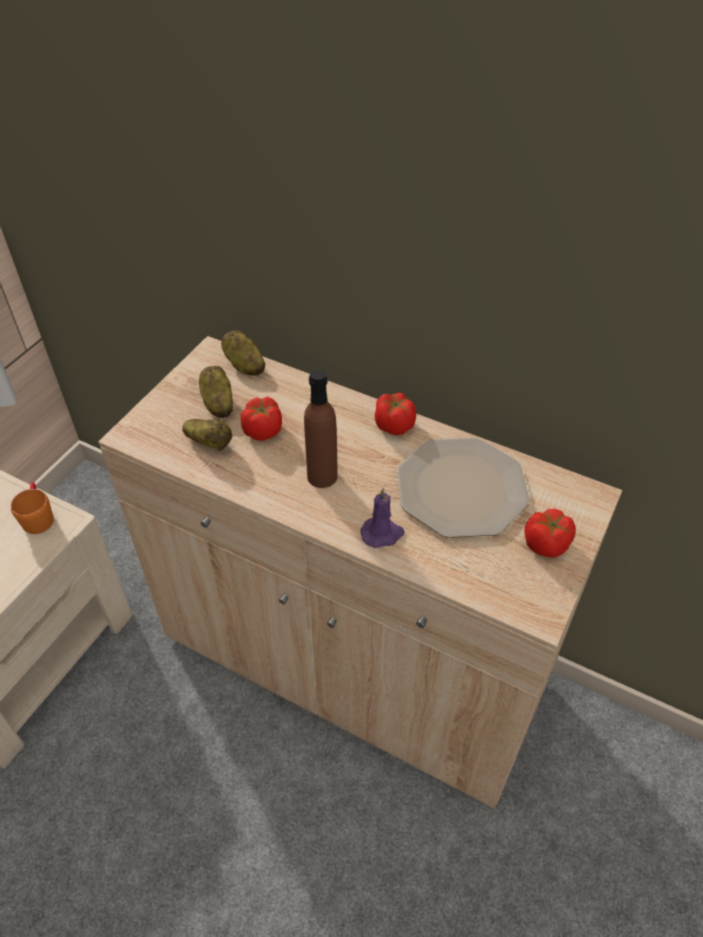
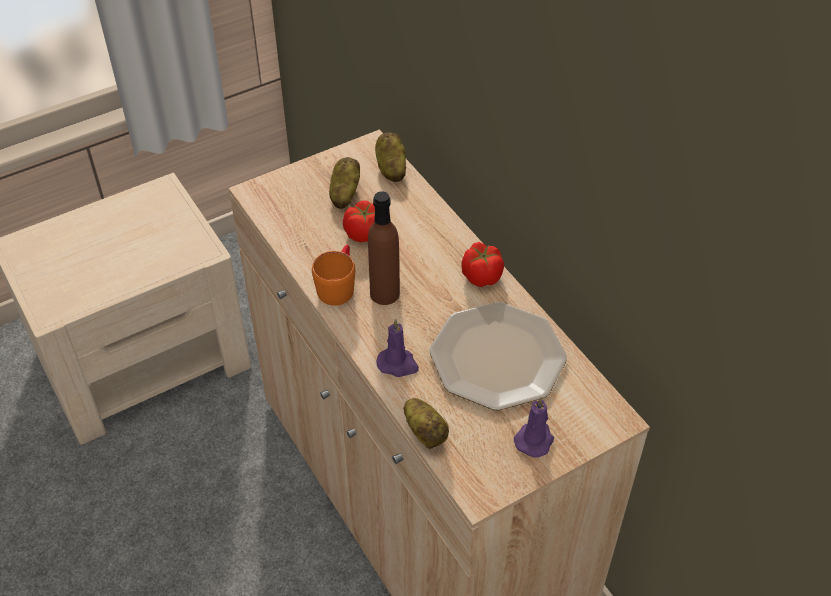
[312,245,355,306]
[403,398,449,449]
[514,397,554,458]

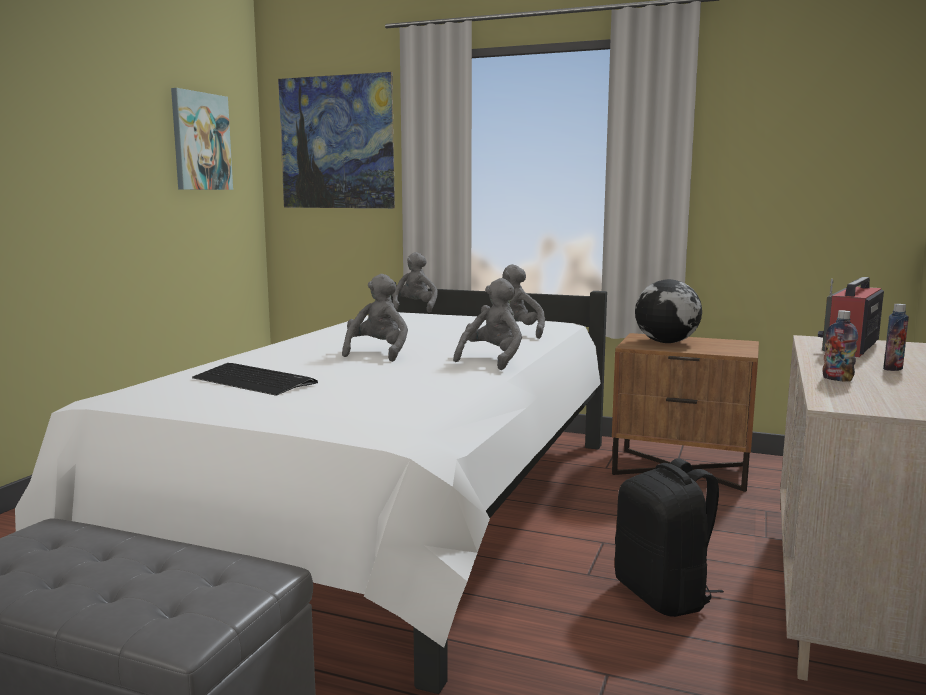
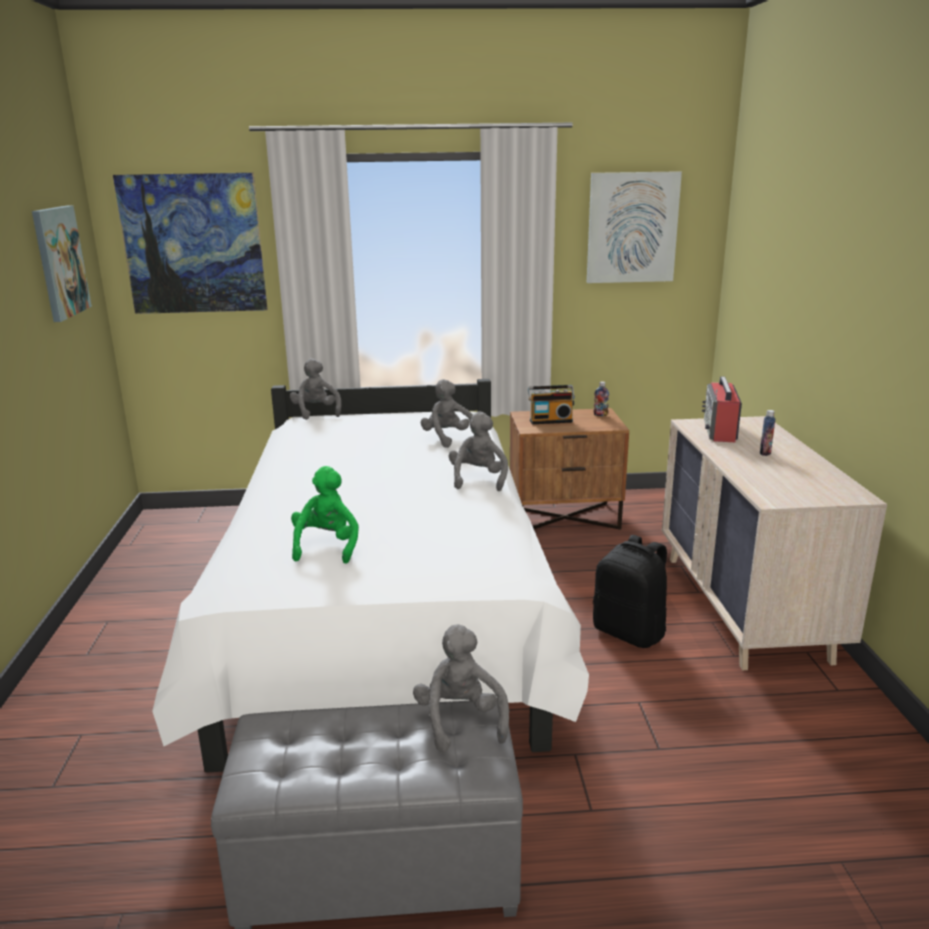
[291,466,359,564]
[413,624,509,753]
[528,385,575,424]
[593,381,609,416]
[587,171,682,283]

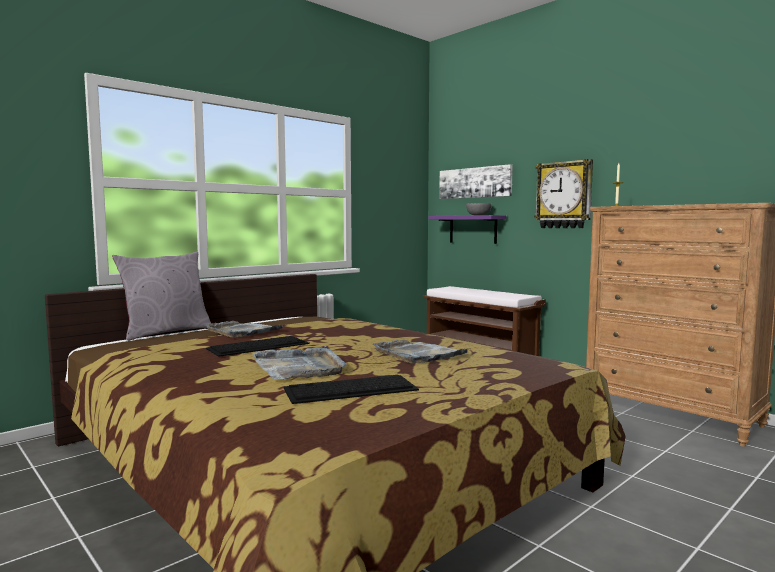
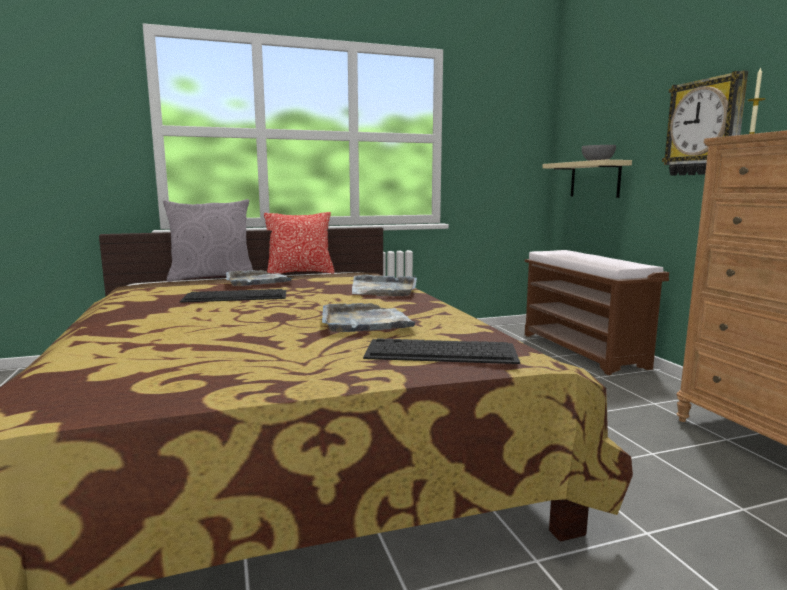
[352,275,417,296]
[363,338,520,364]
[542,160,632,198]
[439,164,513,199] (first image)
[264,212,335,274]

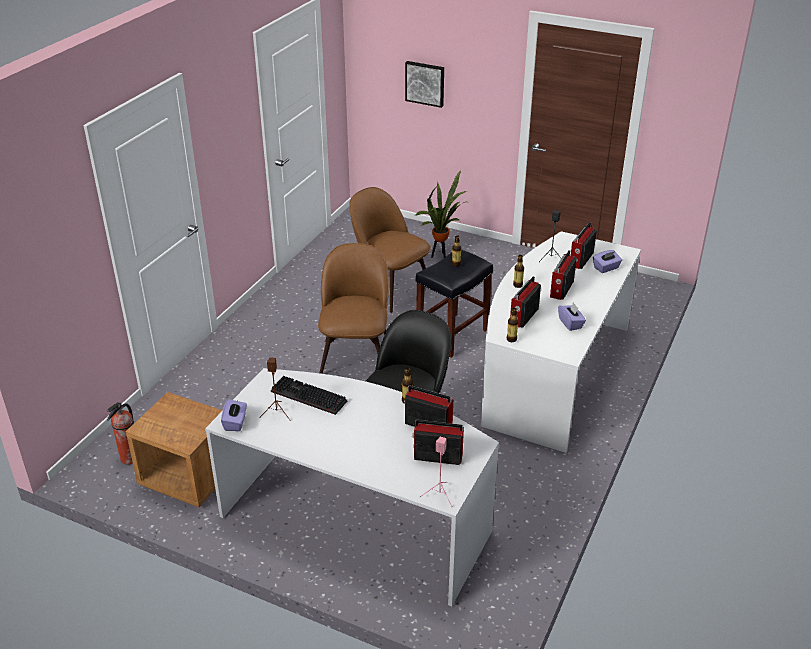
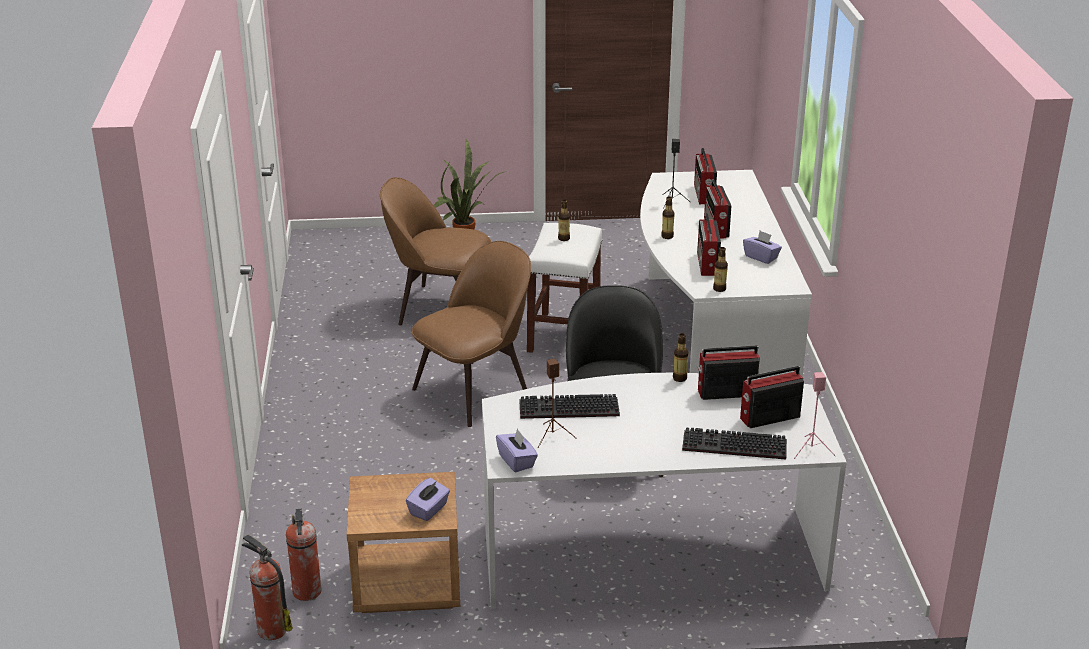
[412,241,531,427]
[405,61,444,108] (first image)
[527,223,603,353]
[406,478,450,521]
[242,534,293,640]
[682,428,787,460]

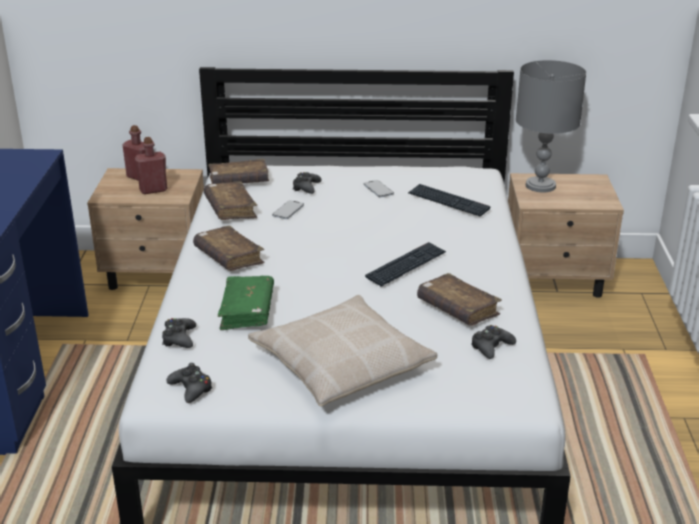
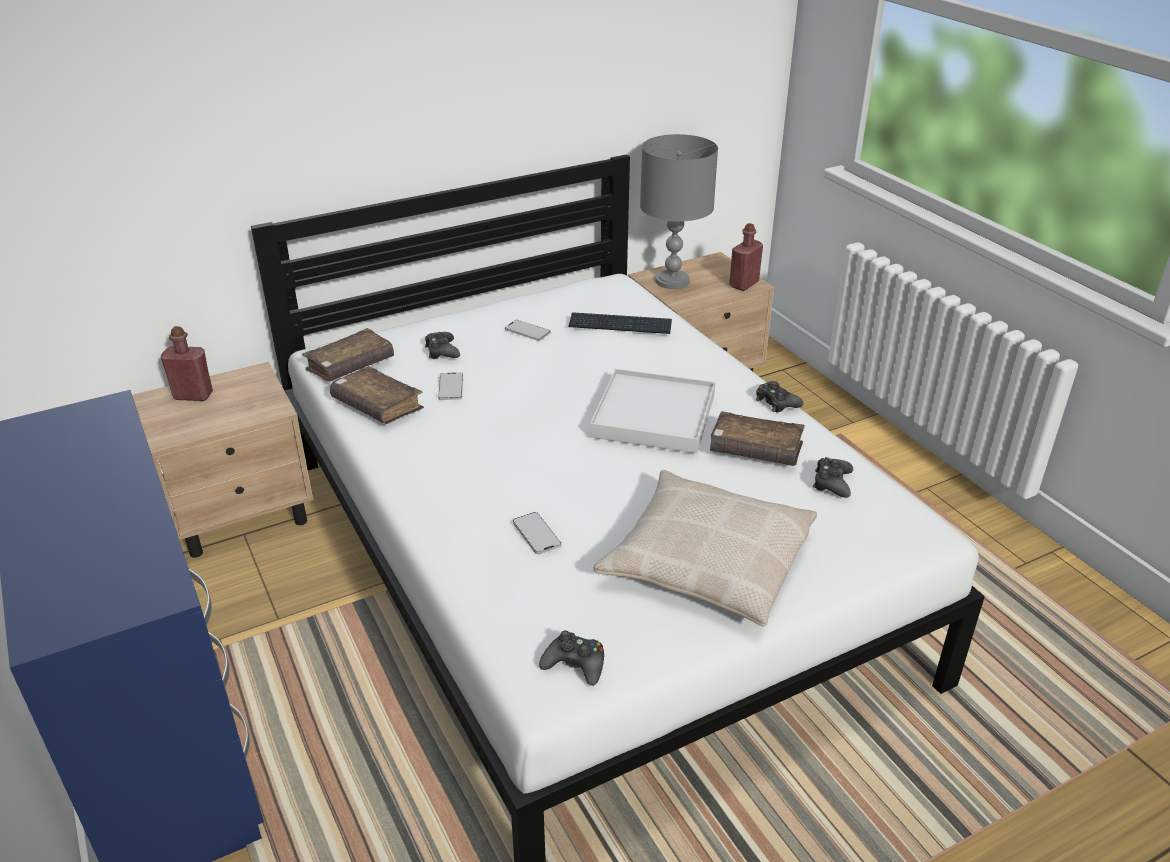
[729,223,763,291]
[756,381,804,413]
[193,226,265,271] (first image)
[513,512,561,554]
[590,369,715,453]

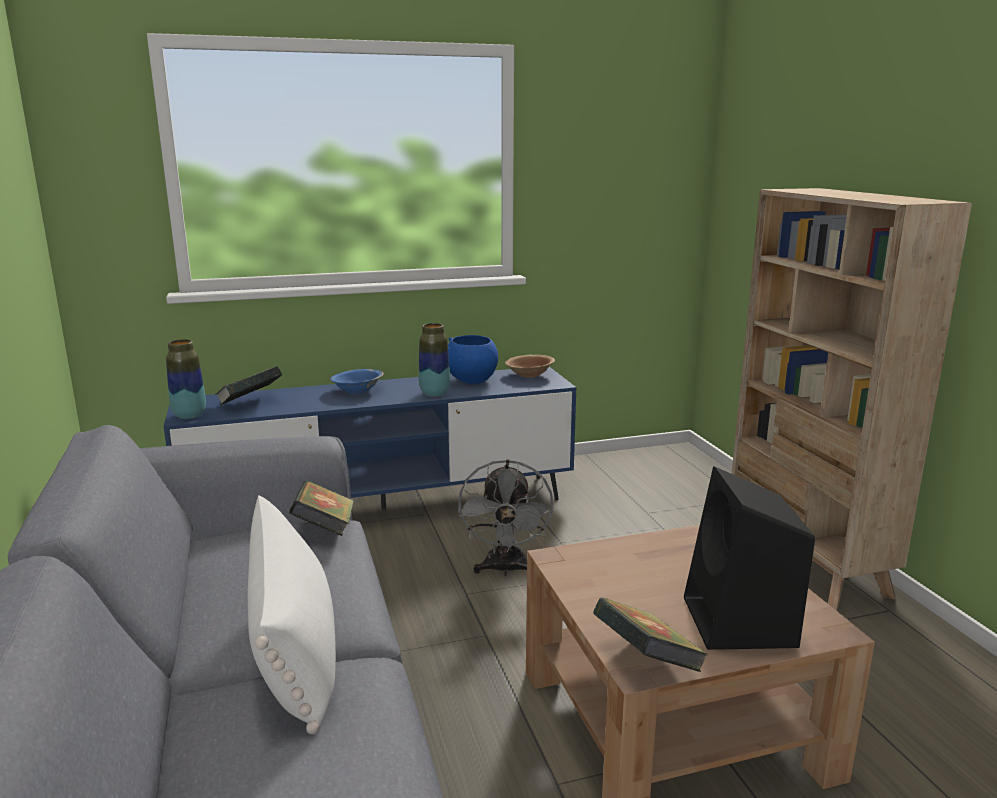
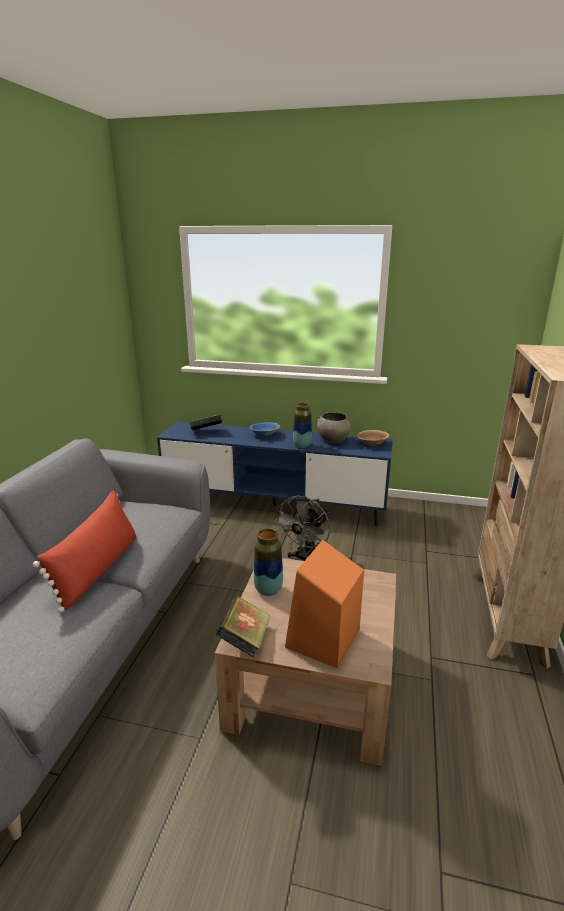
[254,529,283,596]
[33,490,136,613]
[289,480,354,536] (first image)
[317,412,351,444]
[285,540,364,668]

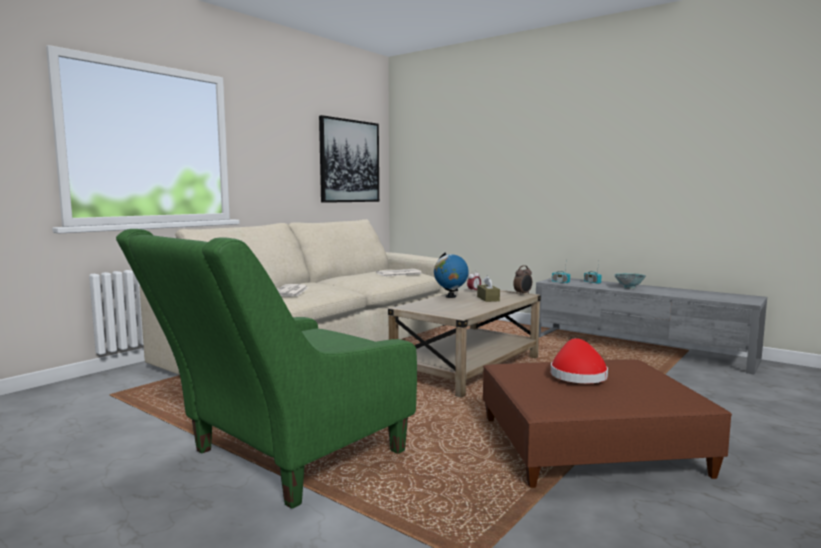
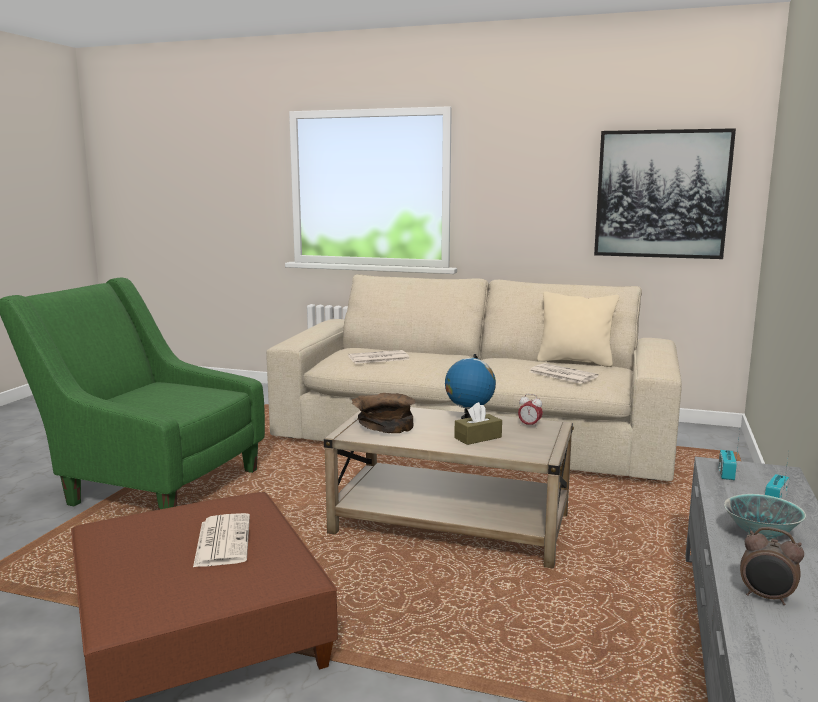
[740,527,804,605]
[193,513,250,567]
[352,393,416,433]
[537,291,619,367]

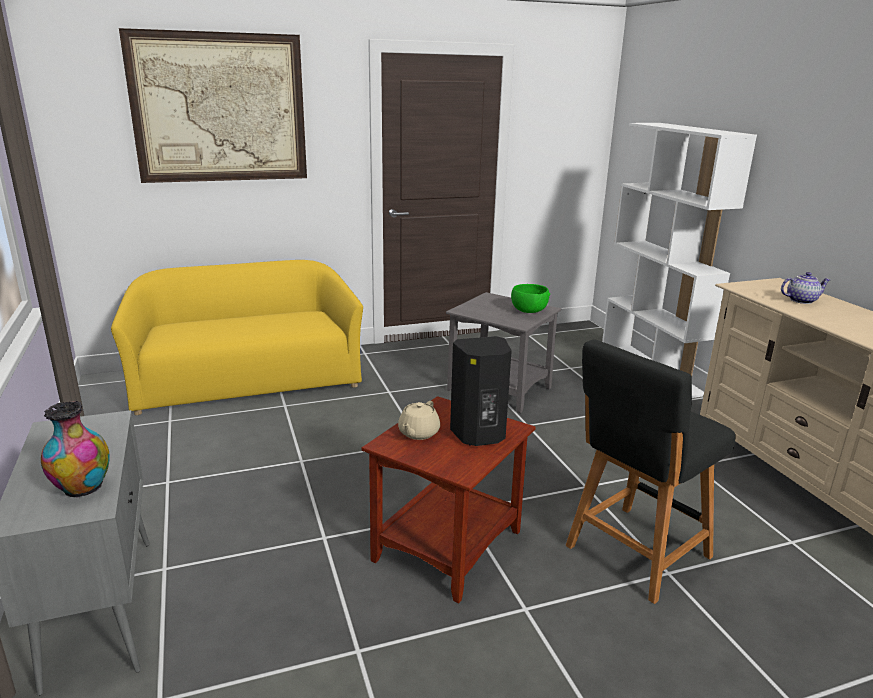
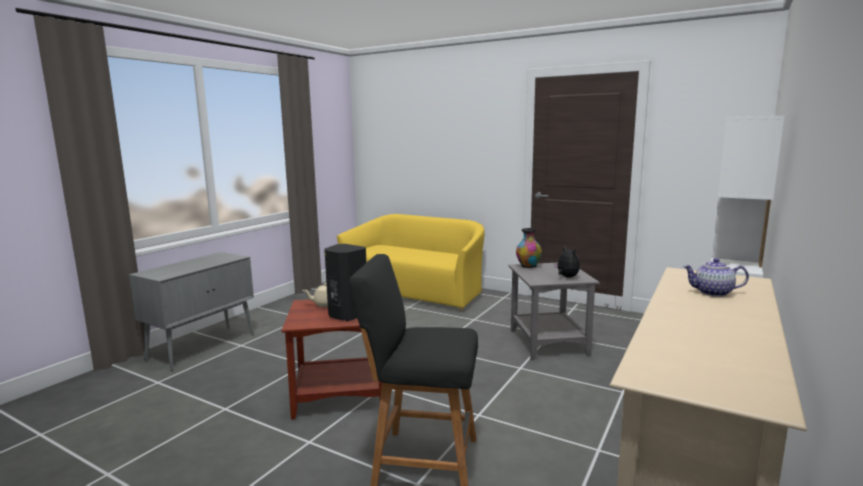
[516,228,542,268]
[119,28,307,183] (first image)
[554,246,580,278]
[683,258,749,297]

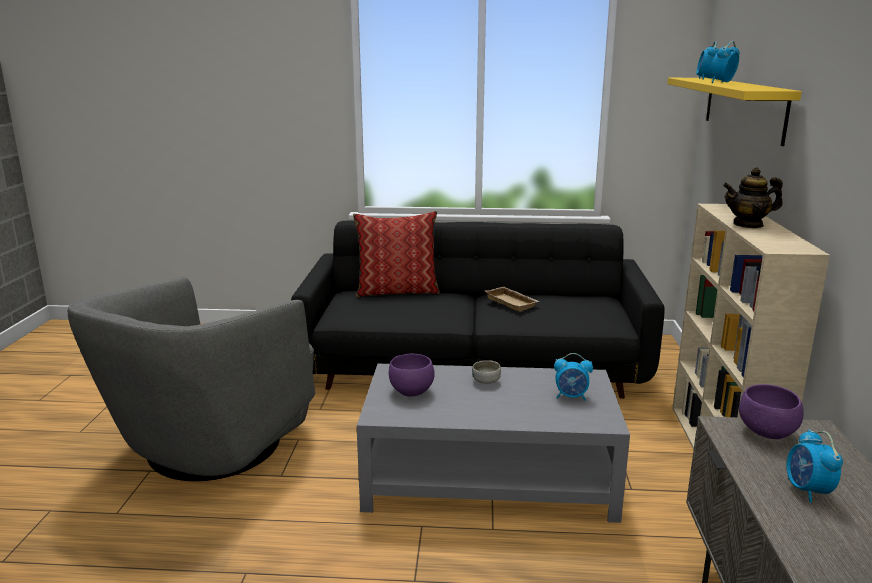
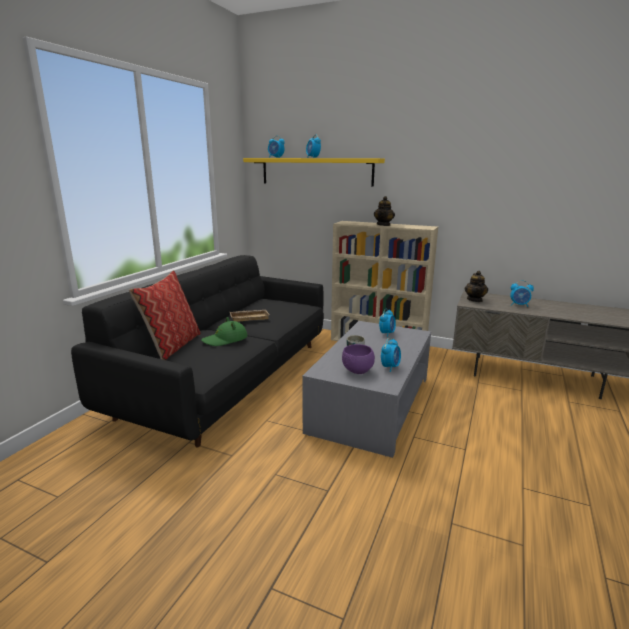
[68,277,315,481] (first image)
[464,271,488,302]
[201,317,248,346]
[381,338,401,372]

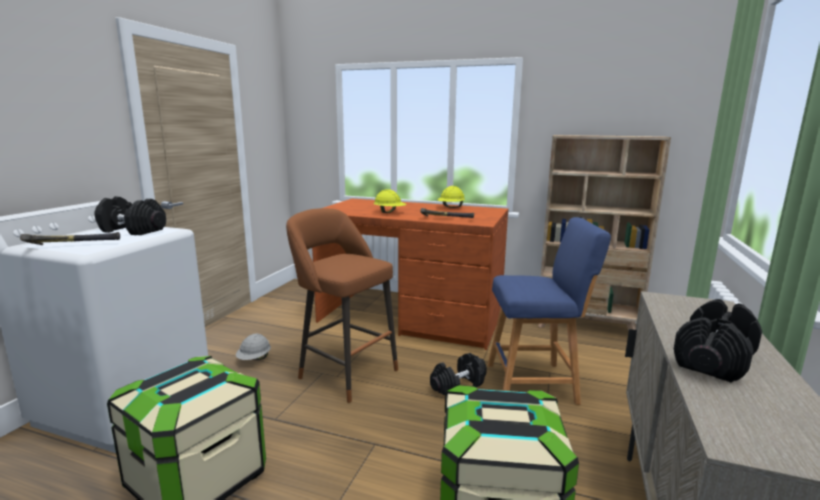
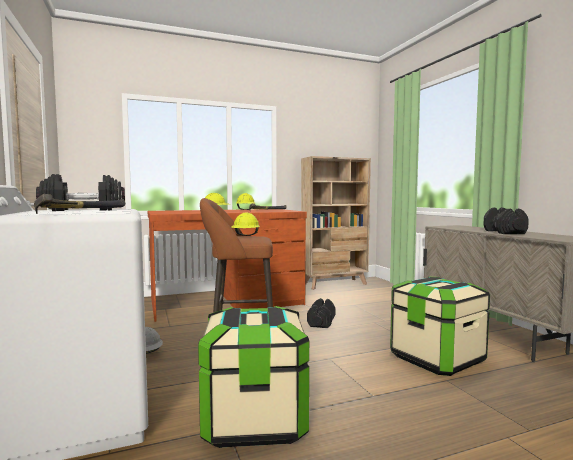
[488,217,611,405] (first image)
[231,212,260,236]

